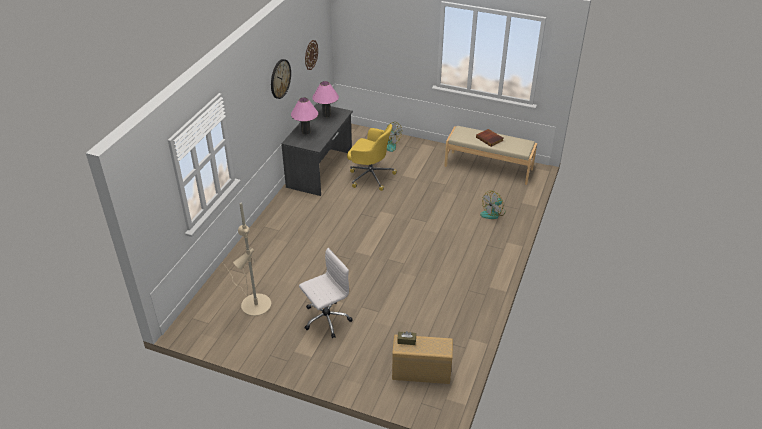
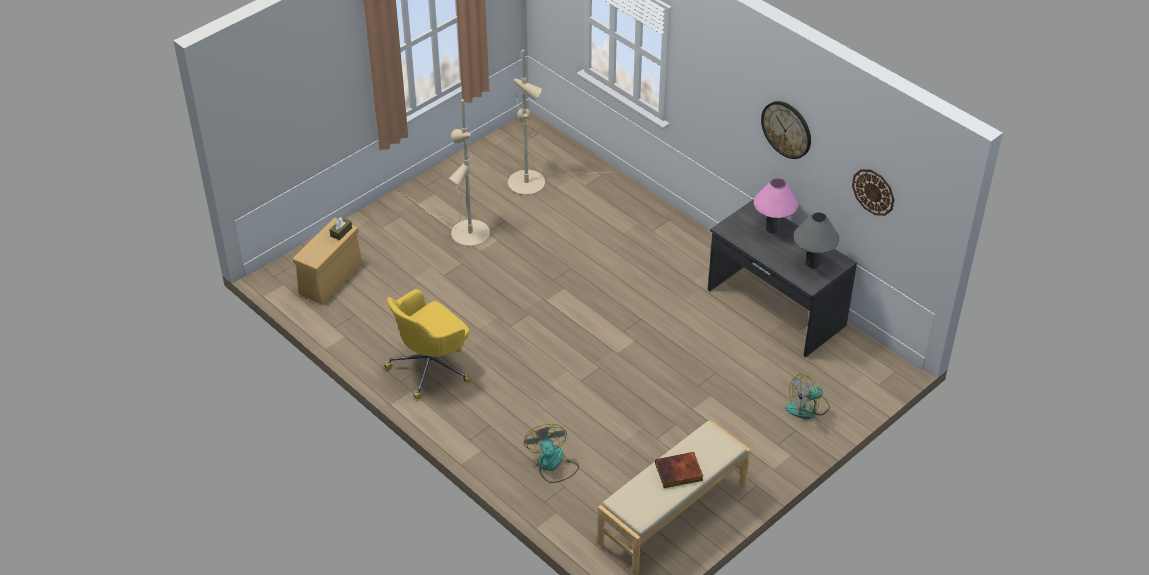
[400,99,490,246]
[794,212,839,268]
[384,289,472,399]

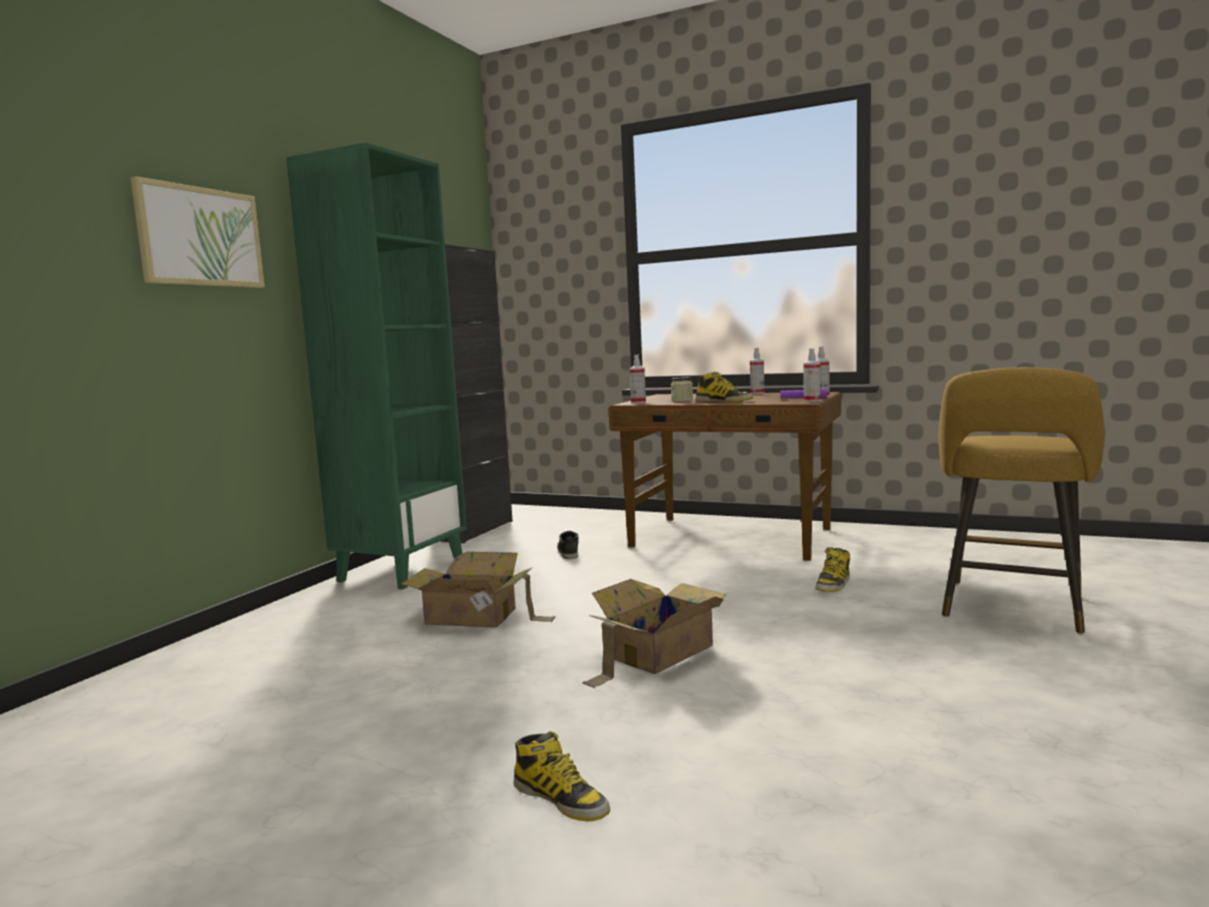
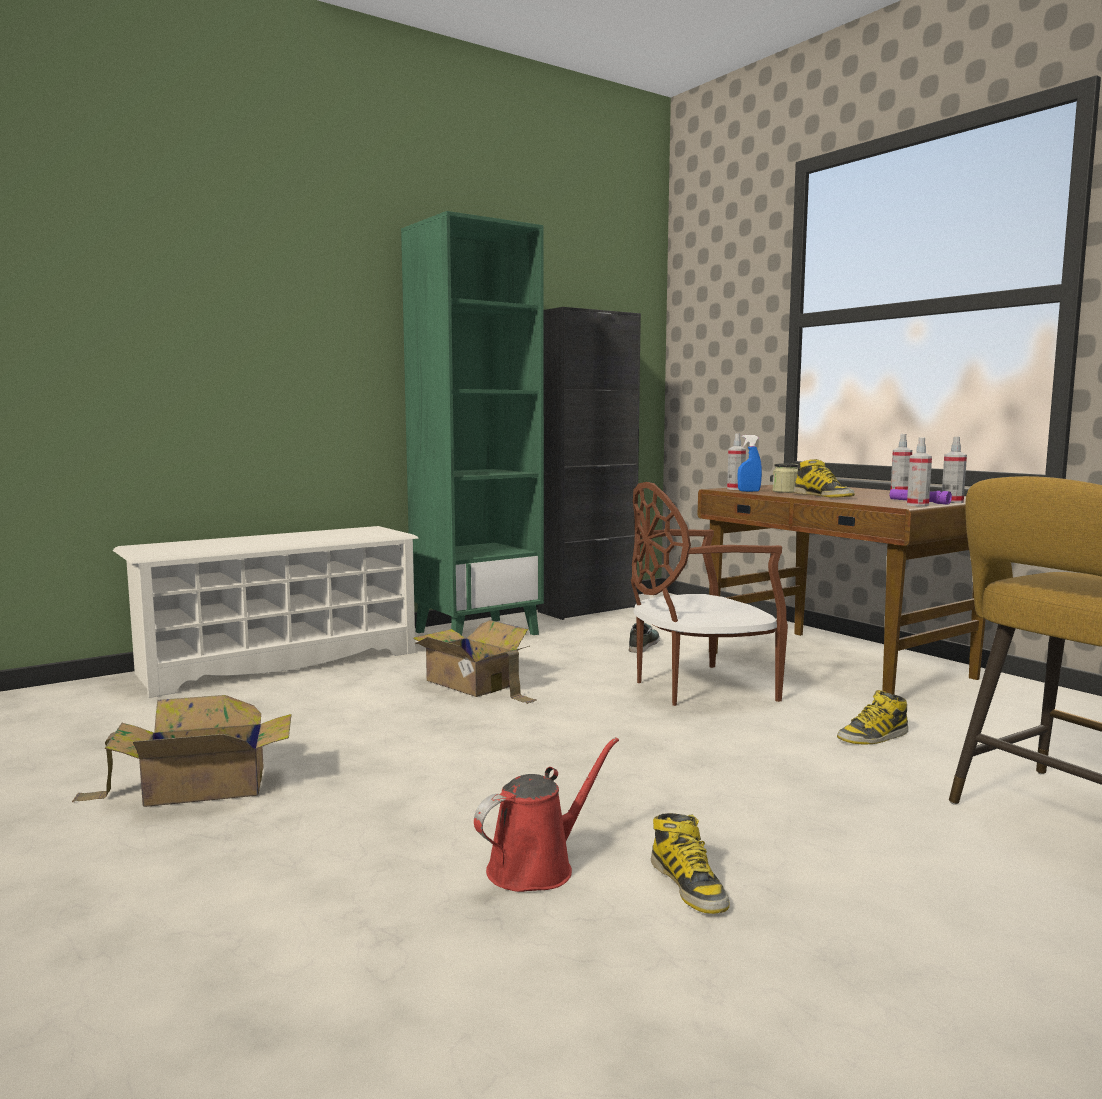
[130,176,265,288] (first image)
[651,813,729,914]
[72,695,292,807]
[113,526,419,698]
[474,737,619,892]
[631,482,788,706]
[737,435,762,492]

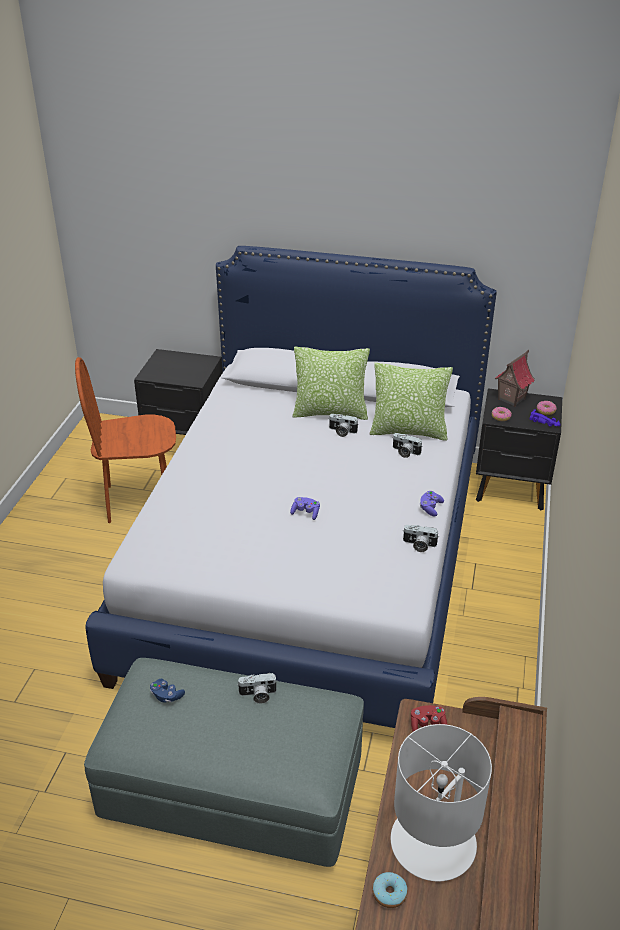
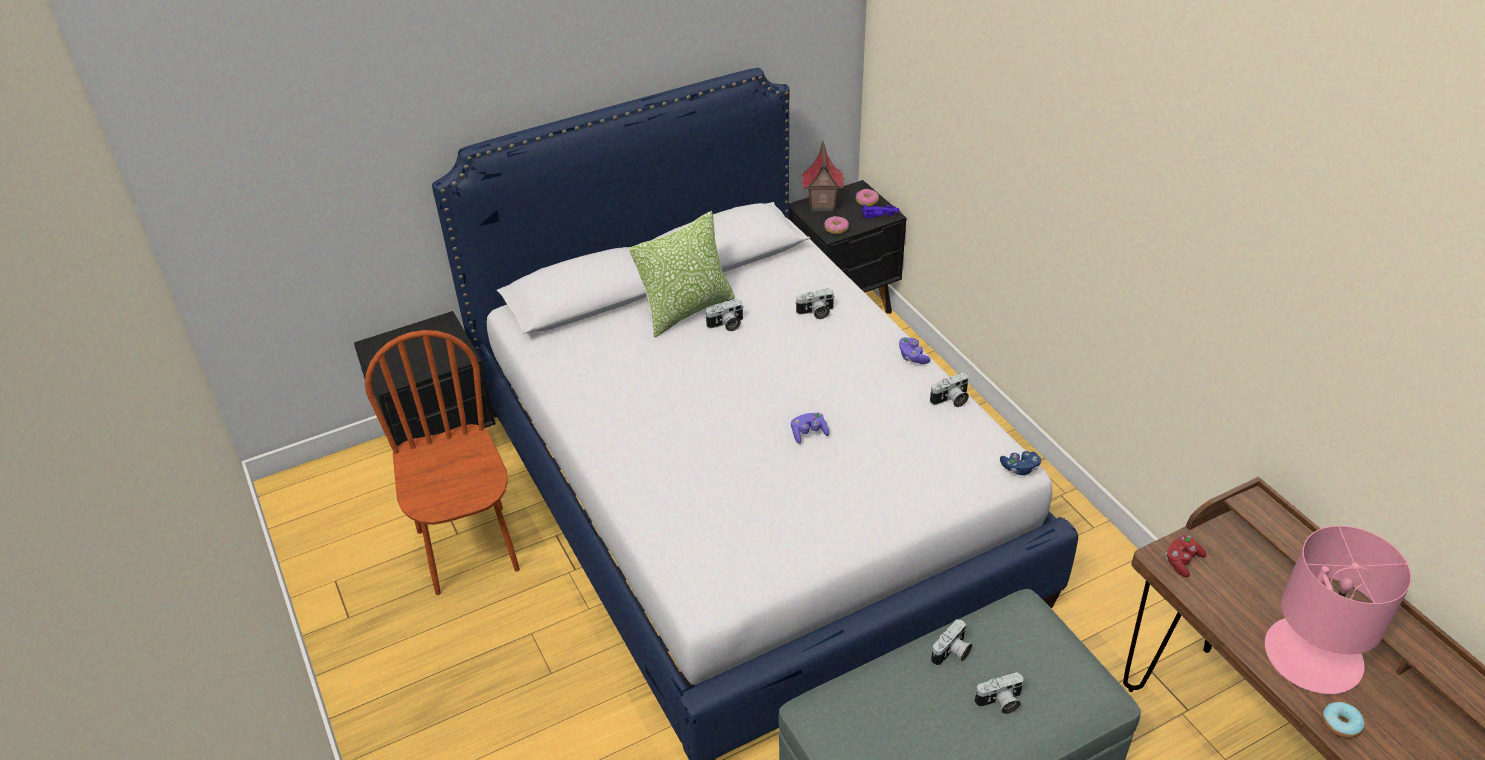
[365,330,520,595]
[1000,451,1041,475]
[370,363,453,441] (first image)
[1265,526,1412,694]
[975,672,1024,714]

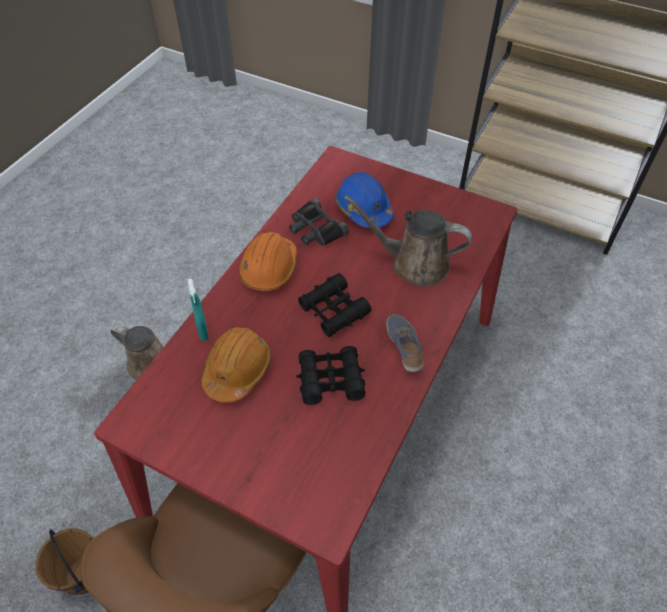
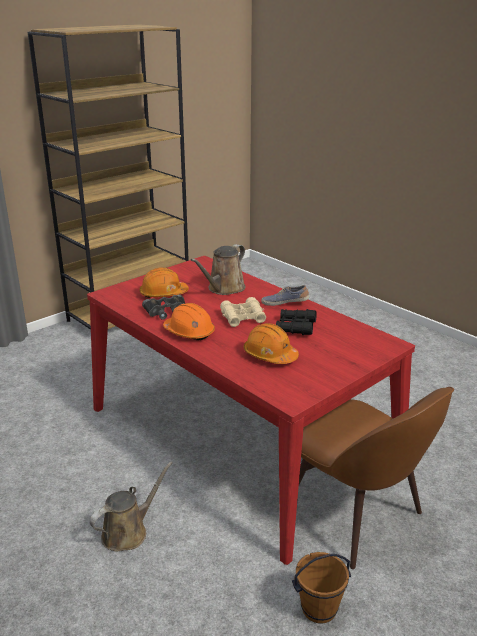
[188,279,209,341] (first image)
[220,297,266,327]
[139,268,189,298]

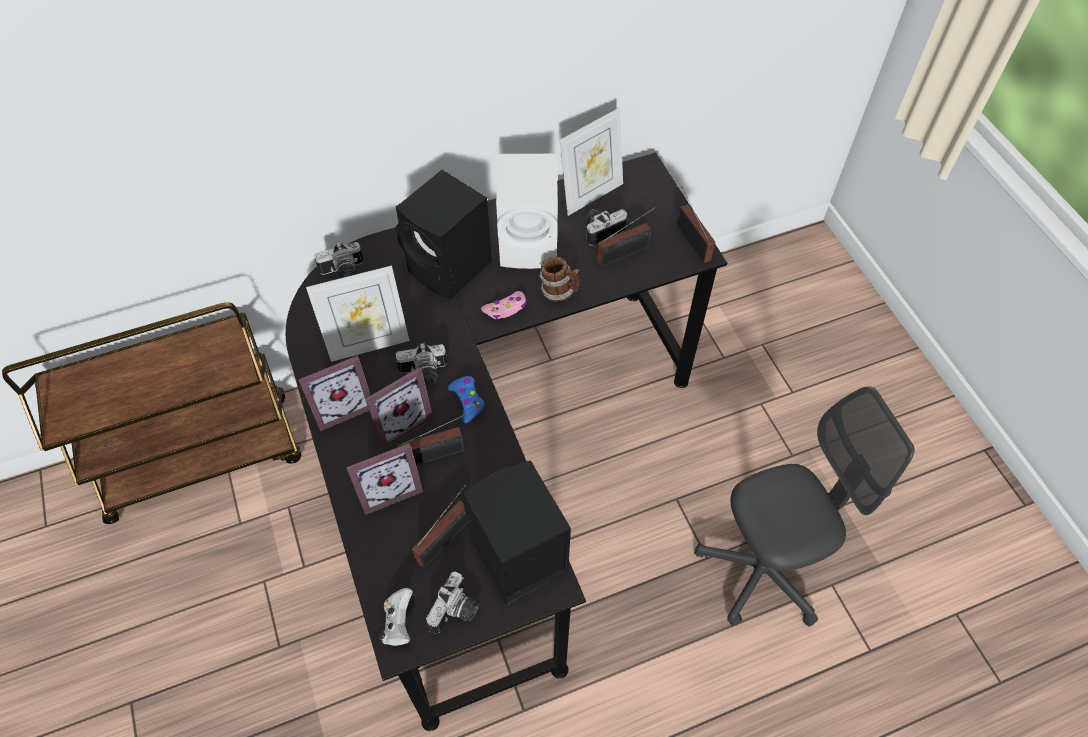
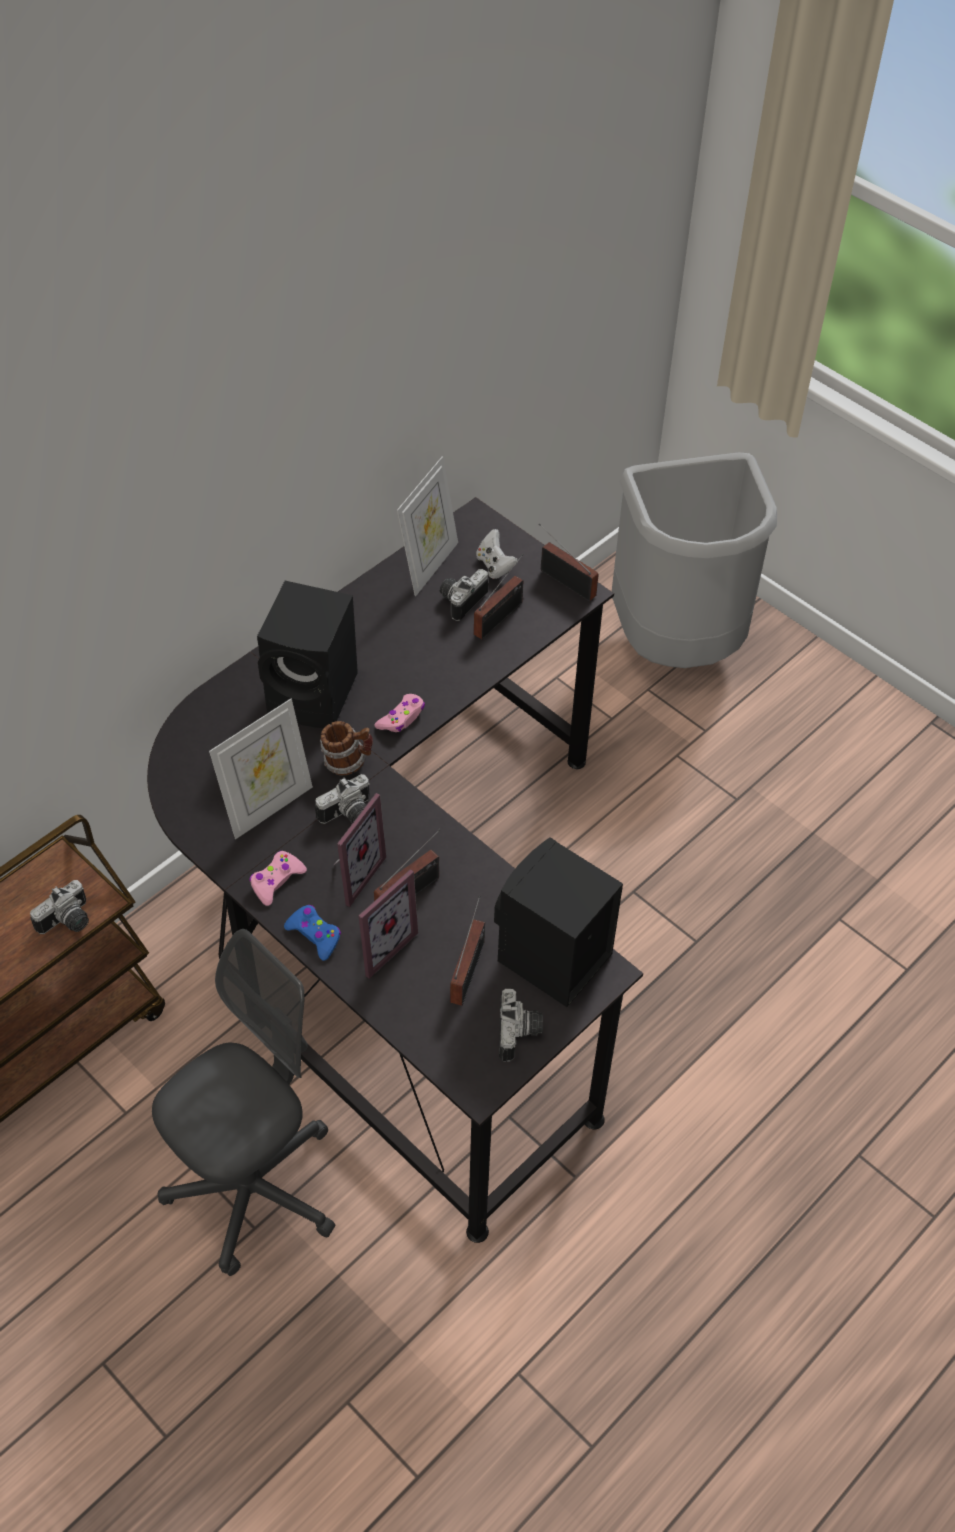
[249,851,307,906]
[30,880,89,934]
[476,529,518,579]
[284,905,341,961]
[496,154,558,269] (first image)
[320,721,373,776]
[152,929,335,1276]
[612,453,777,668]

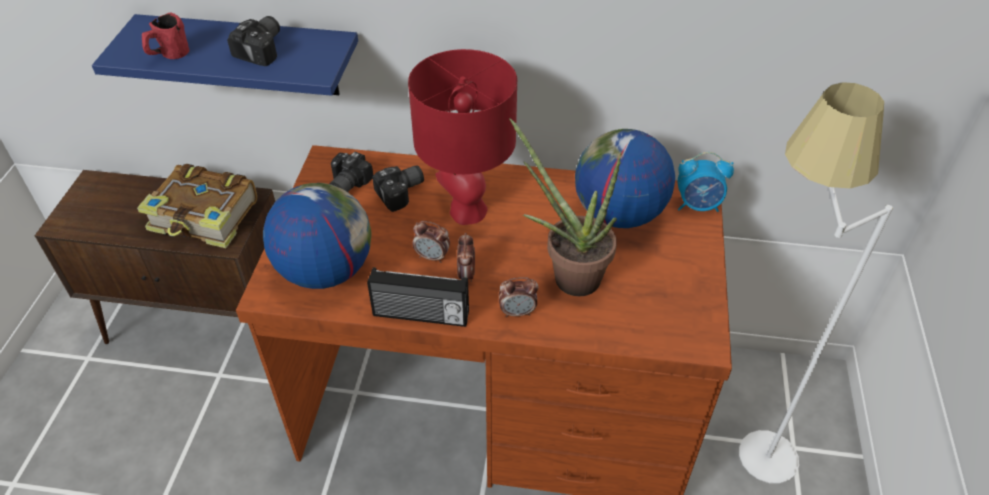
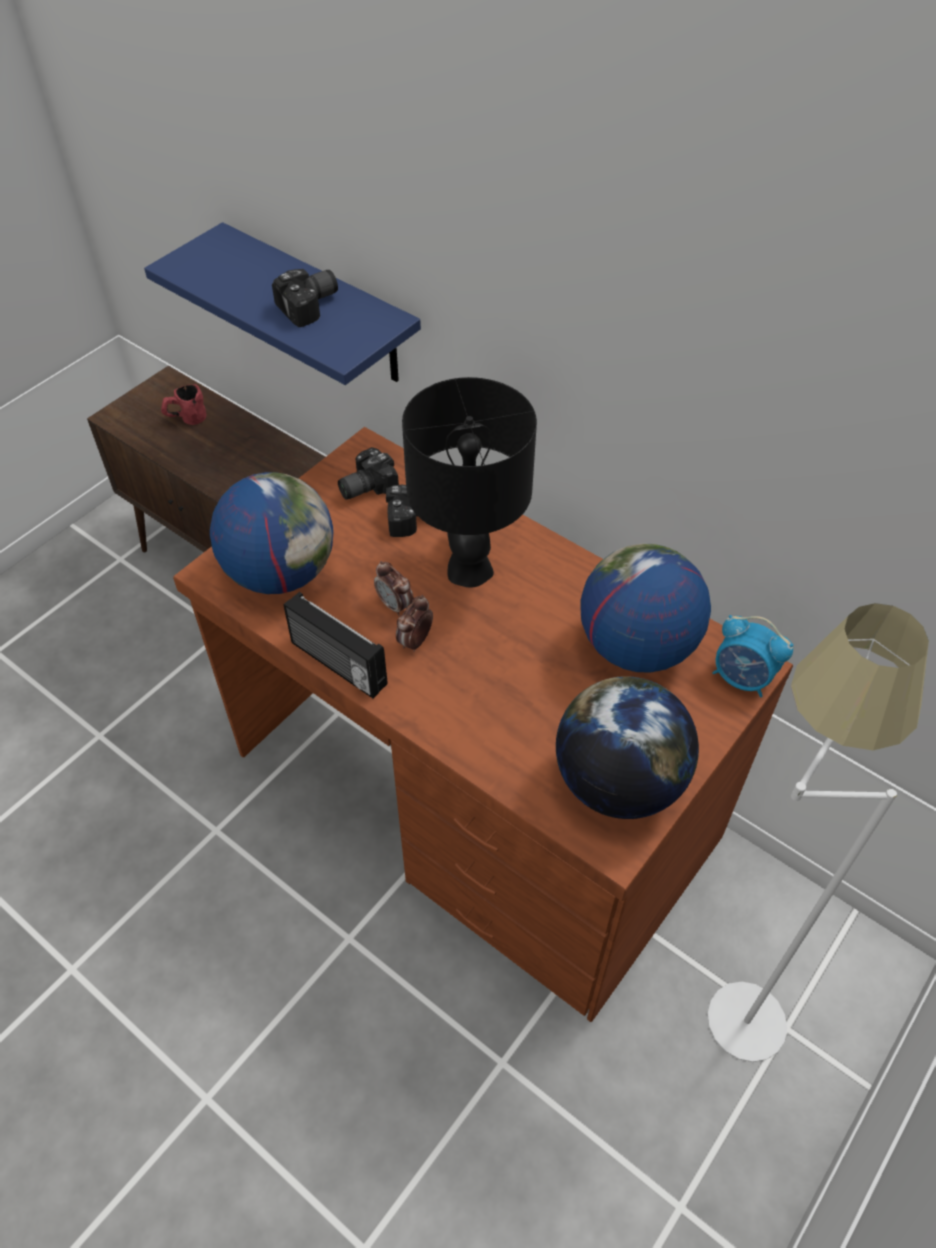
[137,164,257,248] (first image)
[161,384,206,425]
[402,377,537,587]
[499,277,539,317] (first image)
[509,118,622,296] (first image)
[556,676,699,819]

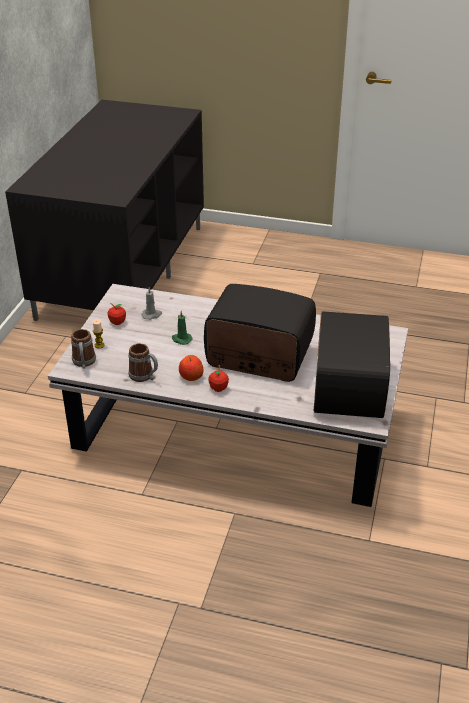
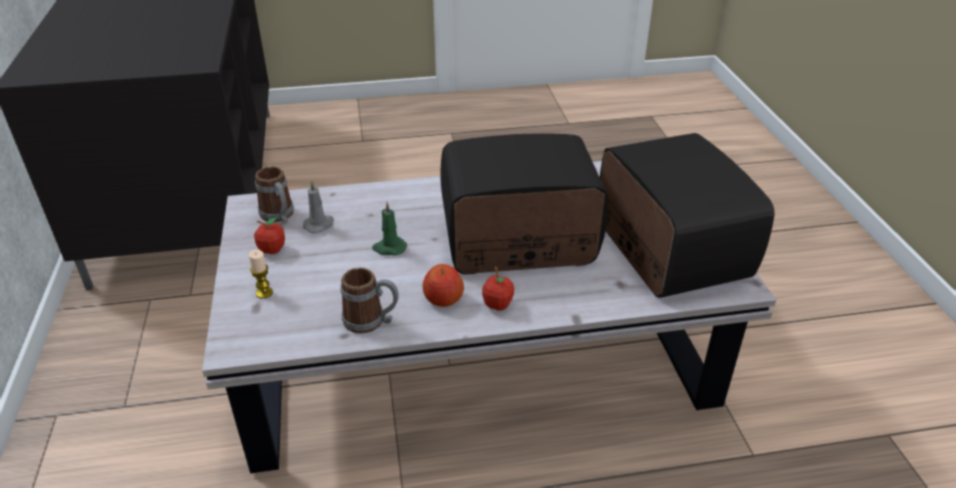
[255,166,294,223]

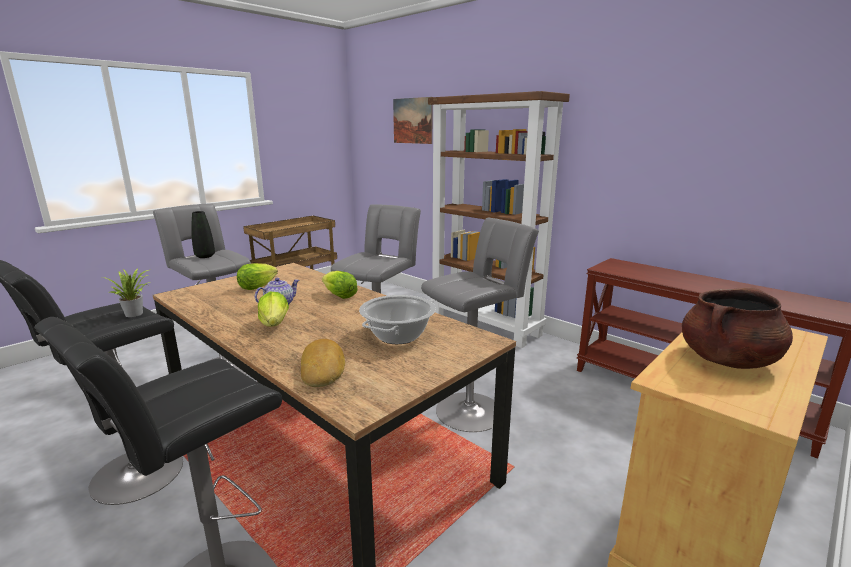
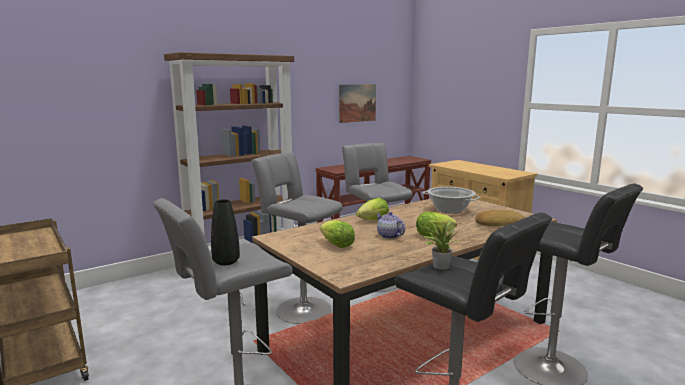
[339,84,376,123]
[682,288,793,369] (first image)

